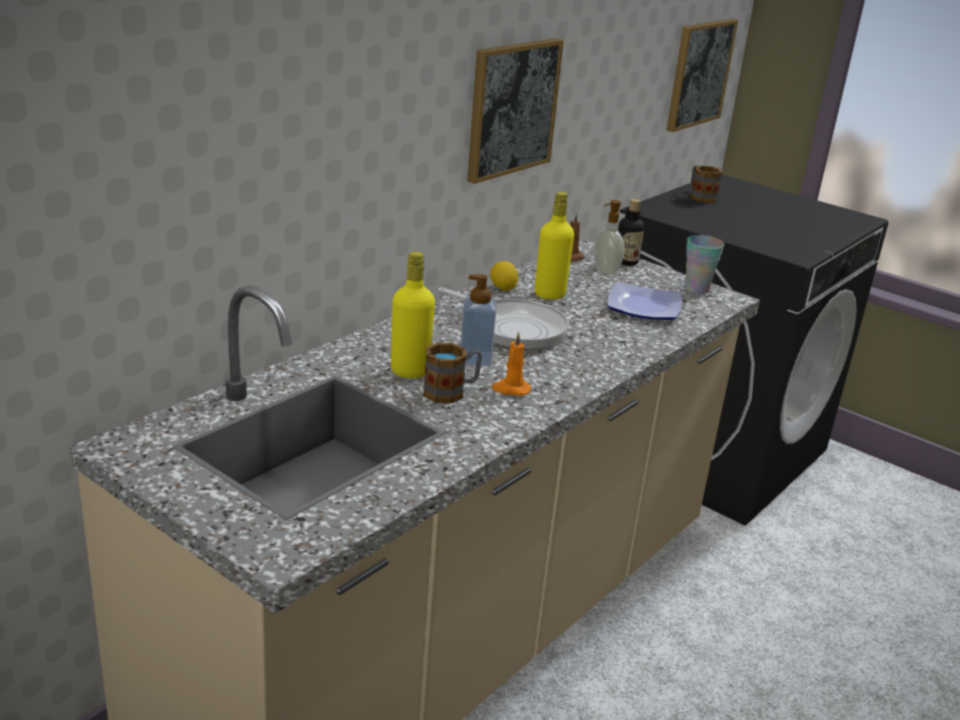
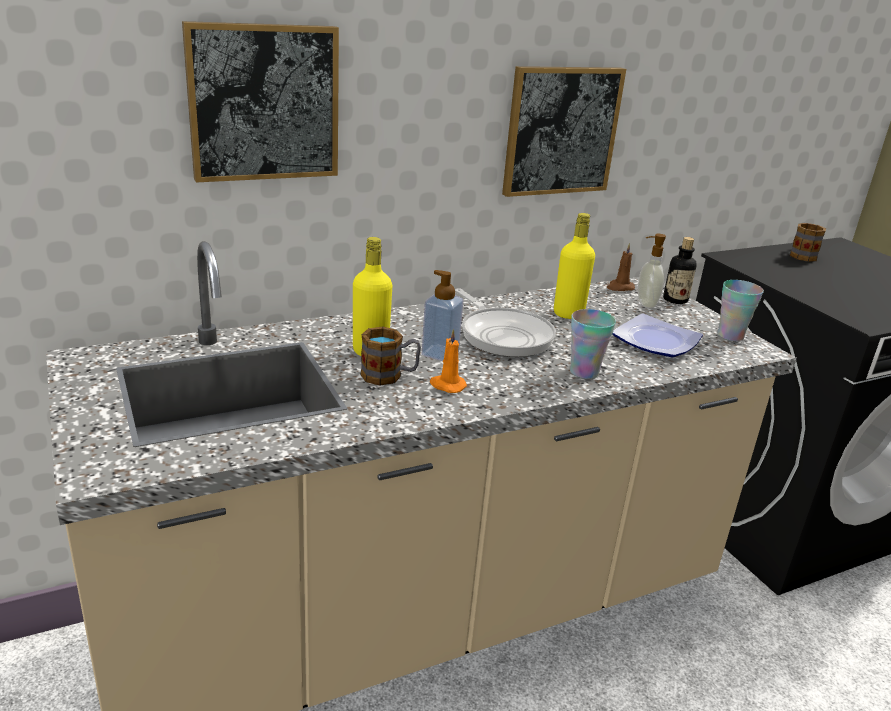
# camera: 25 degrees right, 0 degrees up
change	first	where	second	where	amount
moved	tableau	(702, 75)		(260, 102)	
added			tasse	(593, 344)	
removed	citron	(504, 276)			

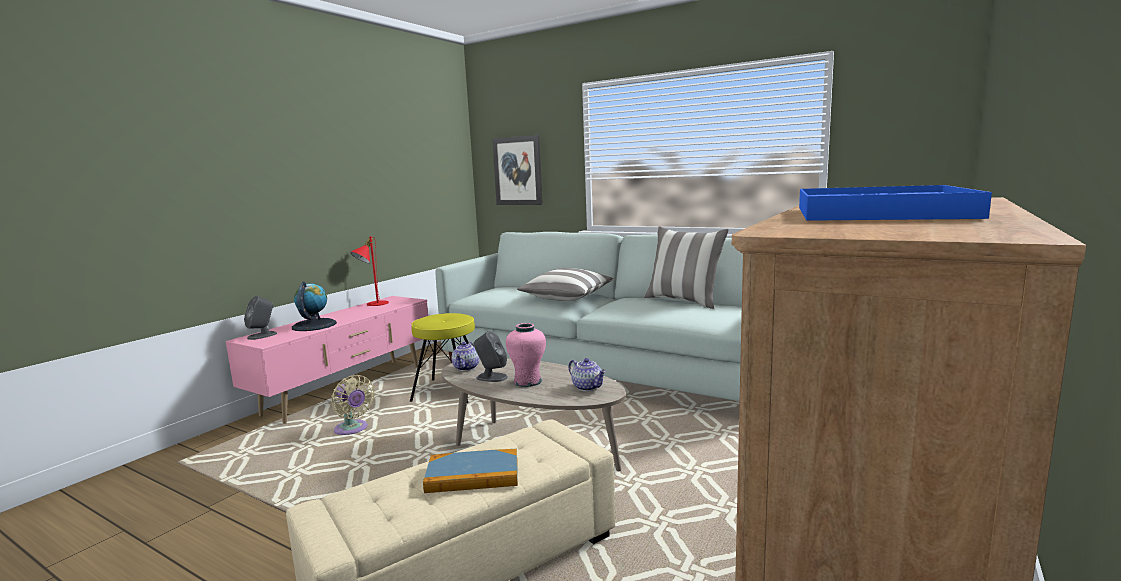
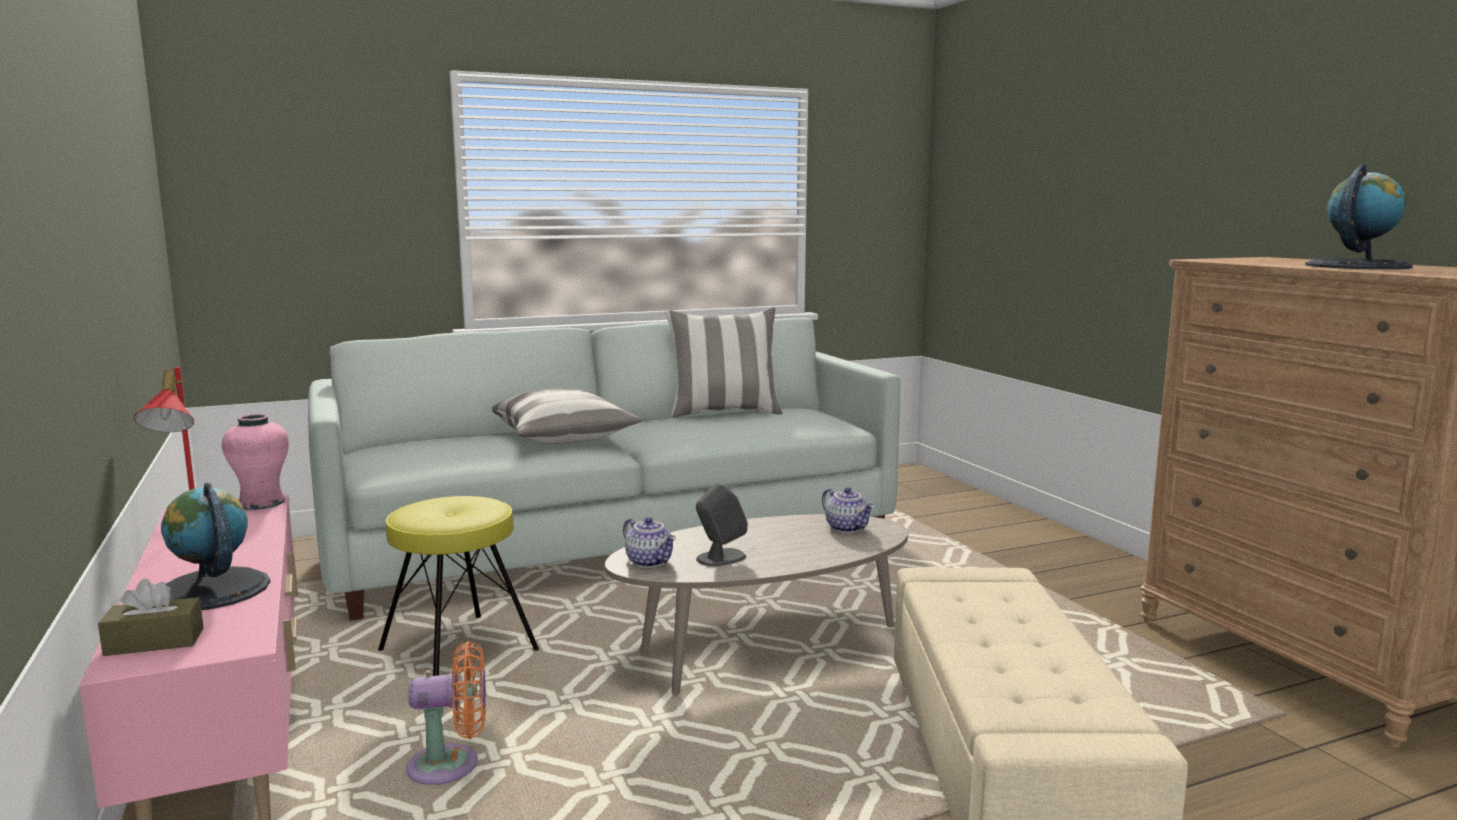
# camera: 55 degrees left, 0 degrees up
change	first	where	second	where	amount
replaced	enceinte (gris)	(260, 318)	boîte à mouchoirs (marron)	(151, 617)	
moved	vase (rose)	(526, 355)		(255, 462)	
recoloured	ventilateur (beige)	(353, 405)	ventilateur (orange)	(446, 713)	
turned	théière	(587, 374)		(848, 510)	60 degrees clockwise
replaced	plateau (bleu)	(895, 203)	globe	(1359, 216)	
removed	livre	(470, 471)			
removed	tableau	(517, 170)			

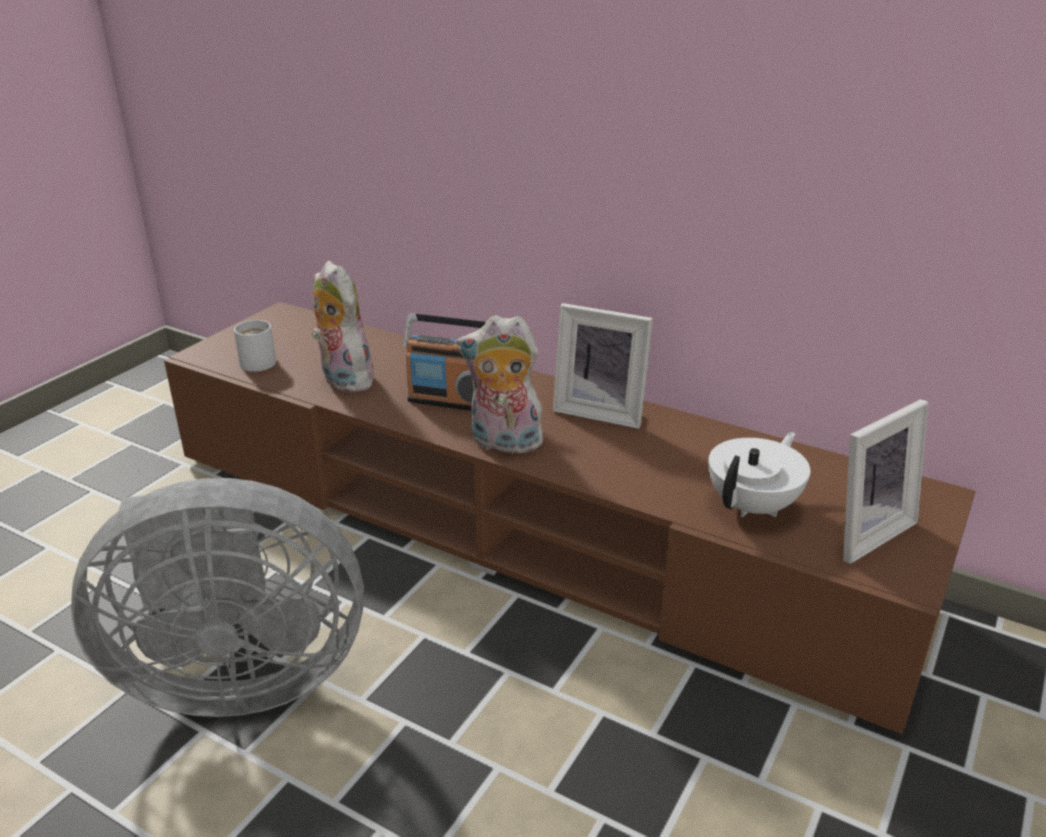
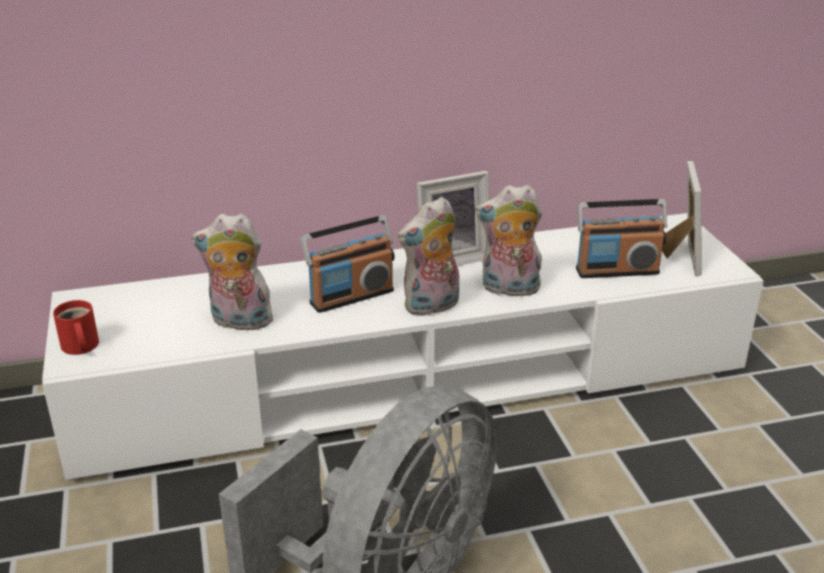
# camera: 45 degrees left, 0 degrees up
change	first	where	second	where	amount
recoloured	meuble télé (marron)	(570, 518)	meuble télé (blanc)	(403, 346)	
added			mug (rouge)	(76, 327)	
added			peluche	(508, 240)	
replaced	théière (blanc)	(759, 474)	radio	(621, 238)	
removed	mug (blanc)	(255, 346)			

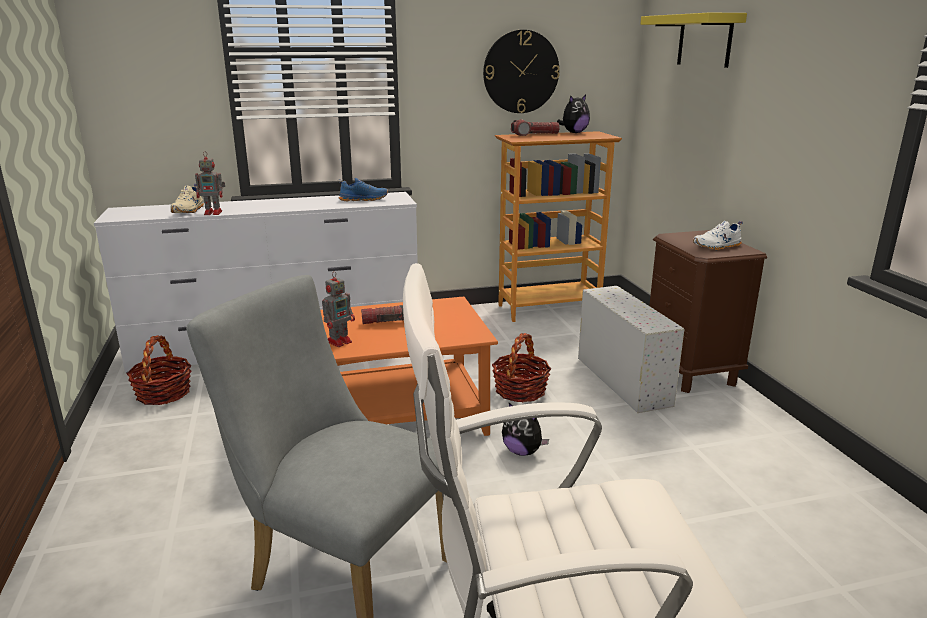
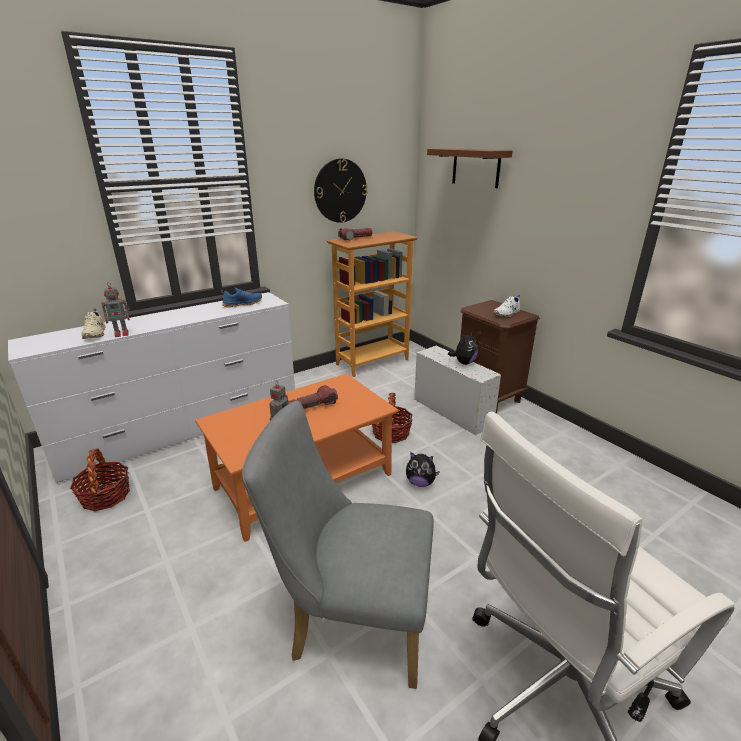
# camera: 20 degrees left, 5 degrees up
change	first	where	second	where	amount
recoloured	étagère (jaune)	(694, 40)	étagère (marron)	(470, 168)	
moved	peluche	(573, 114)		(463, 348)	

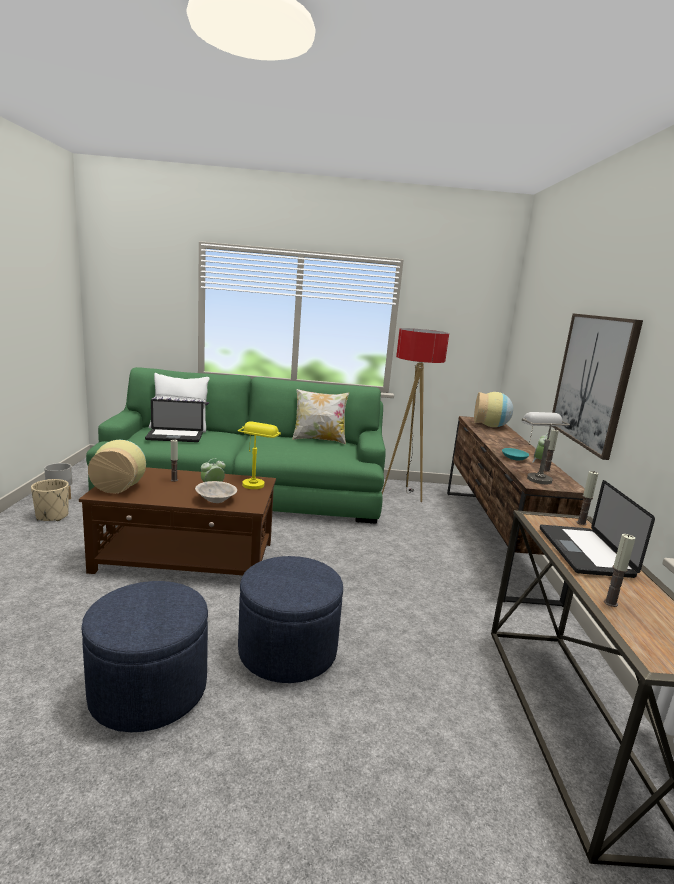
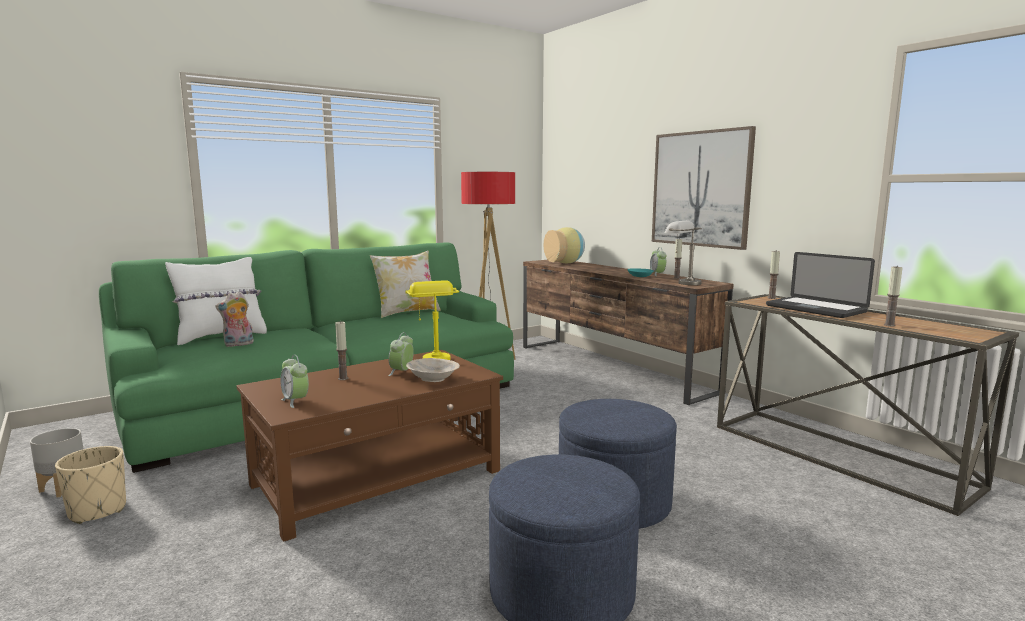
# camera: 35 degrees left, 5 degrees down
change	first	where	second	where	amount
replaced	ordinateur portable	(174, 420)	peluche	(234, 319)	
replaced	vase	(117, 466)	réveil	(295, 381)	

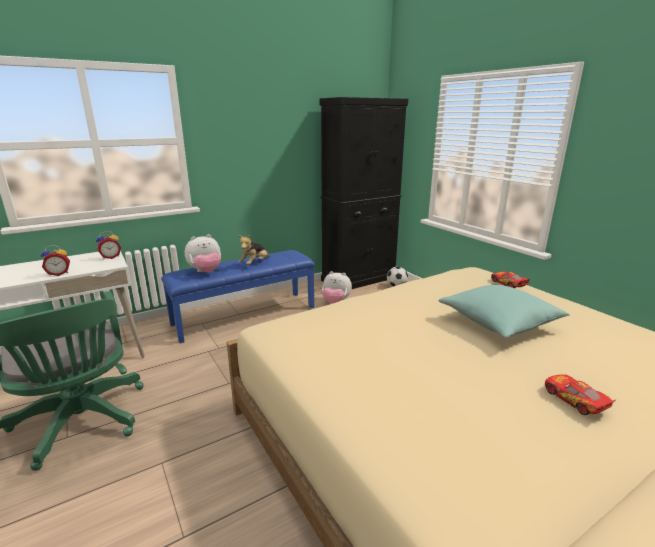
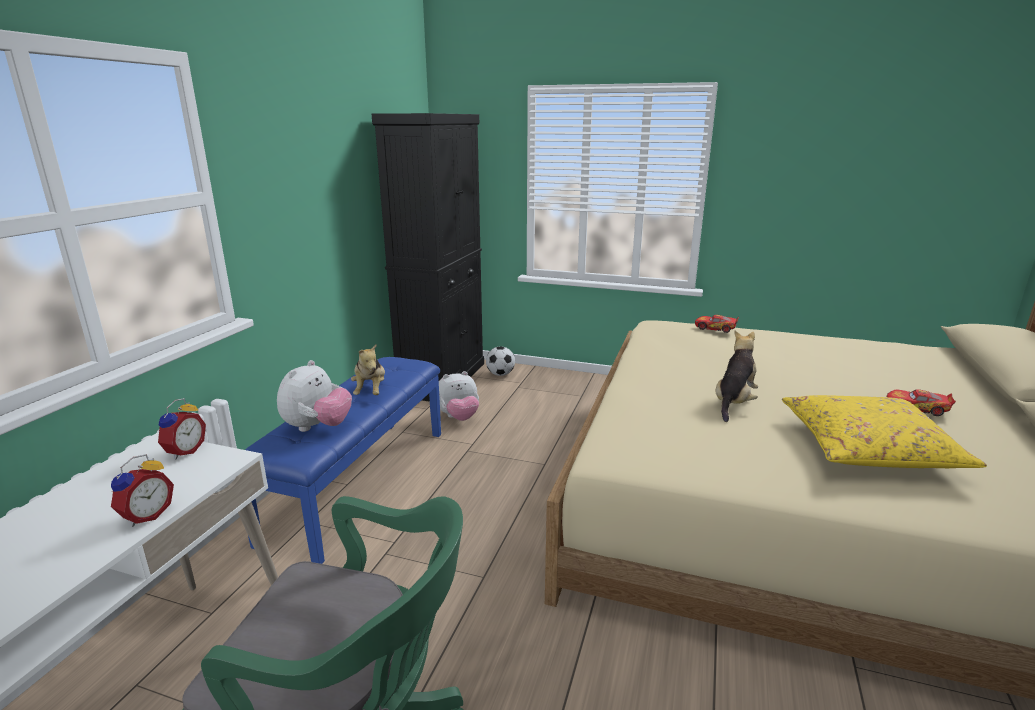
# camera: 40 degrees left, 0 degrees up
change	first	where	second	where	amount
added			peluche	(737, 376)	
added			coussin (jaune)	(884, 431)	
removed	coussin (turquoise)	(504, 311)			

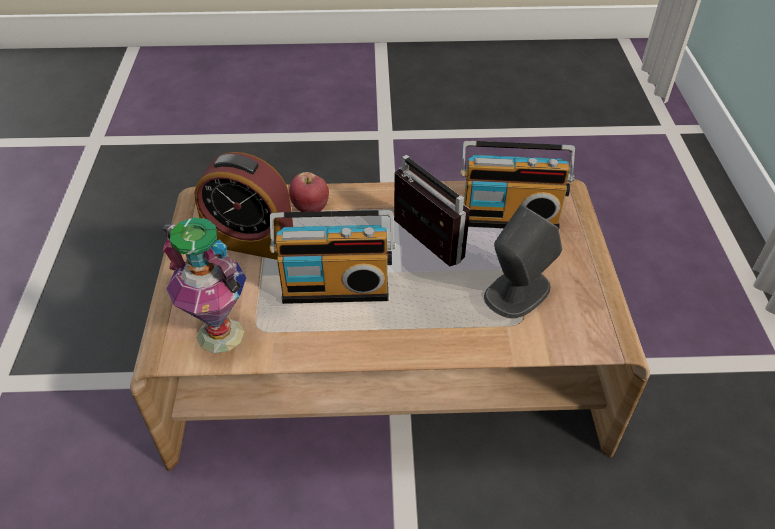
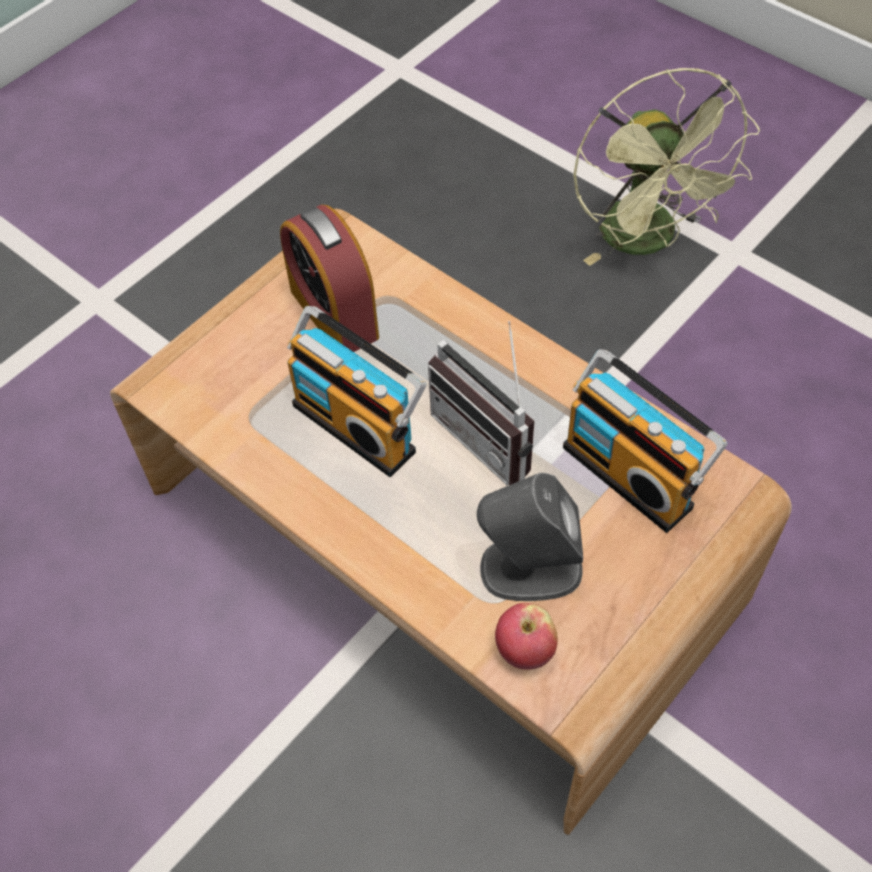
# camera: 45 degrees right, 10 degrees up
change	first	where	second	where	amount
turned	radio	(432, 211)		(481, 403)	135 degrees clockwise
moved	pomme	(309, 192)		(526, 636)	
added			ventilateur (vert)	(666, 167)	
removed	vase	(204, 285)			

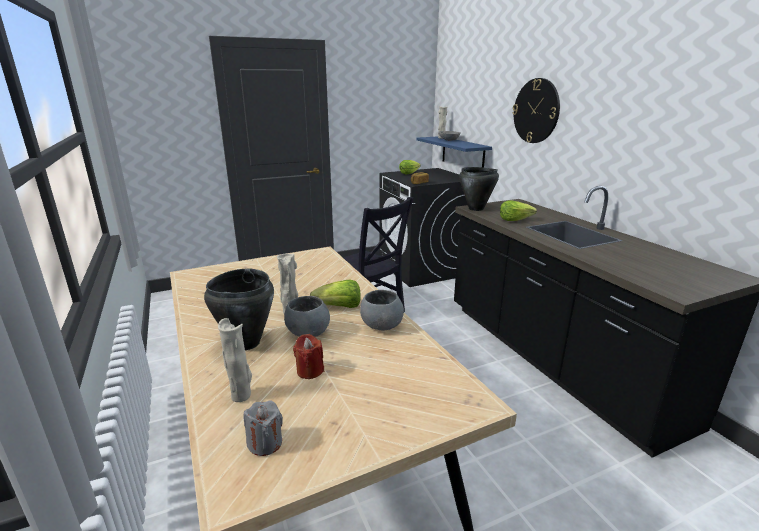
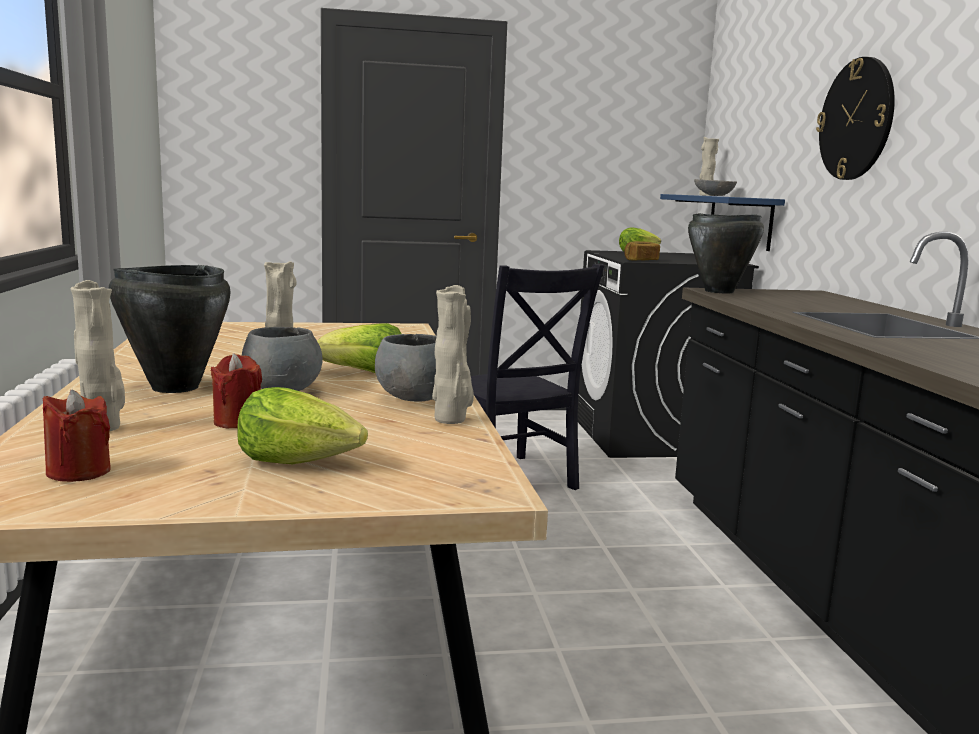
# camera: 15 degrees right, 10 degrees down
change	first	where	second	where	amount
recoloured	bougie (gris)	(263, 428)	bougie (rouge)	(77, 436)	
moved	laitue	(518, 210)		(302, 425)	
added			vase (beige)	(453, 354)	

